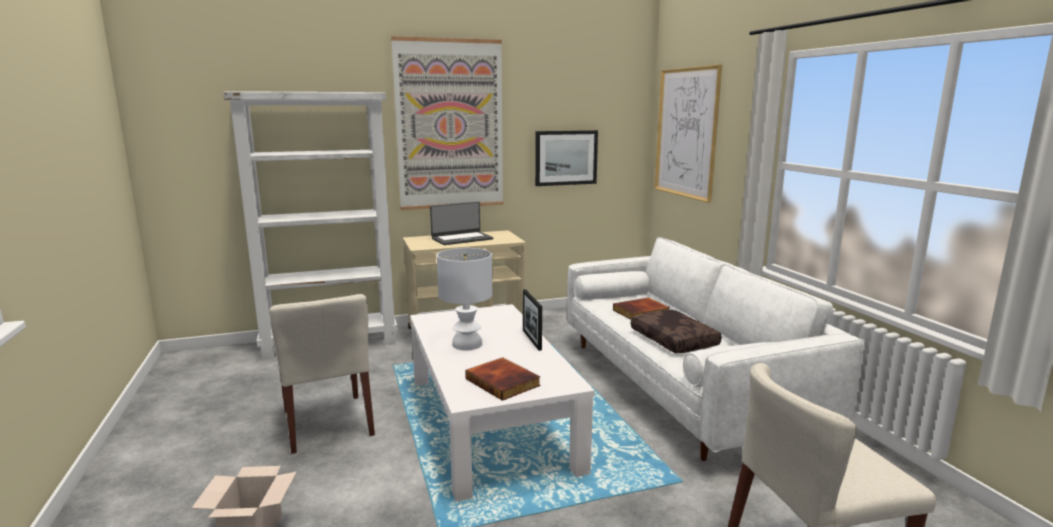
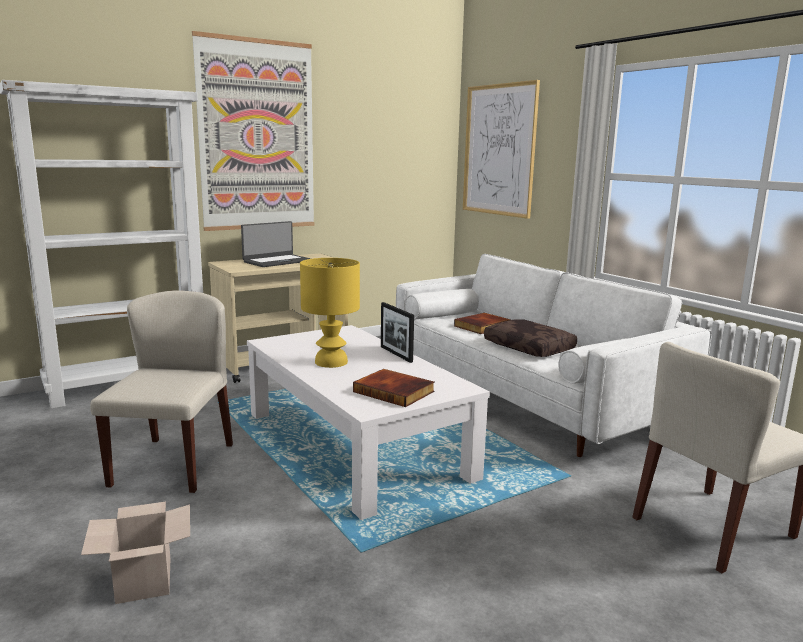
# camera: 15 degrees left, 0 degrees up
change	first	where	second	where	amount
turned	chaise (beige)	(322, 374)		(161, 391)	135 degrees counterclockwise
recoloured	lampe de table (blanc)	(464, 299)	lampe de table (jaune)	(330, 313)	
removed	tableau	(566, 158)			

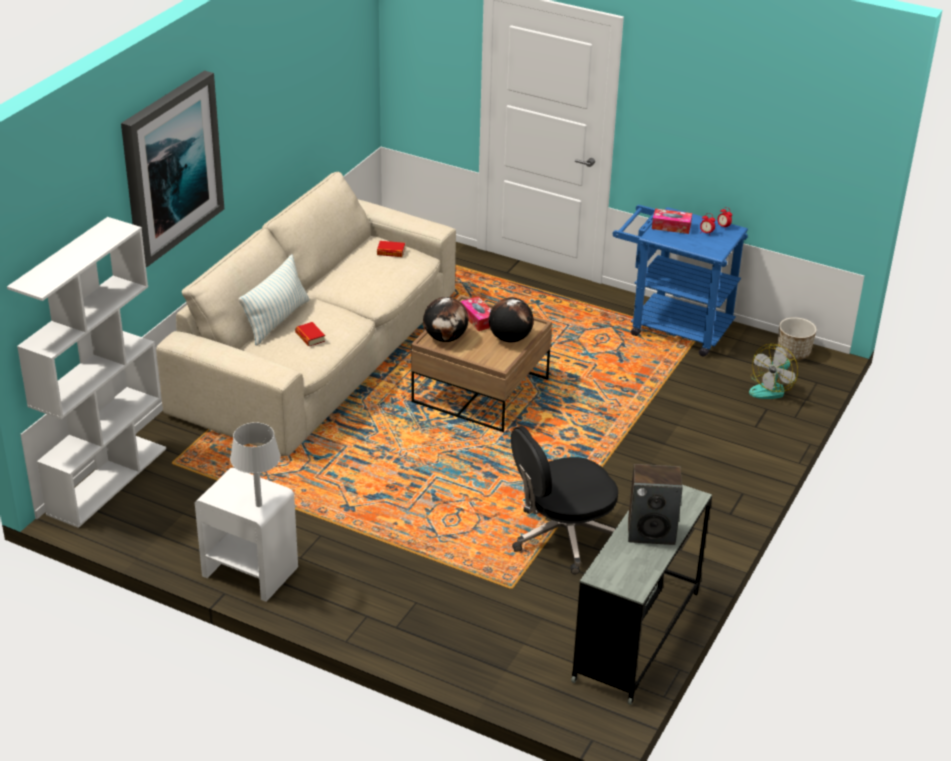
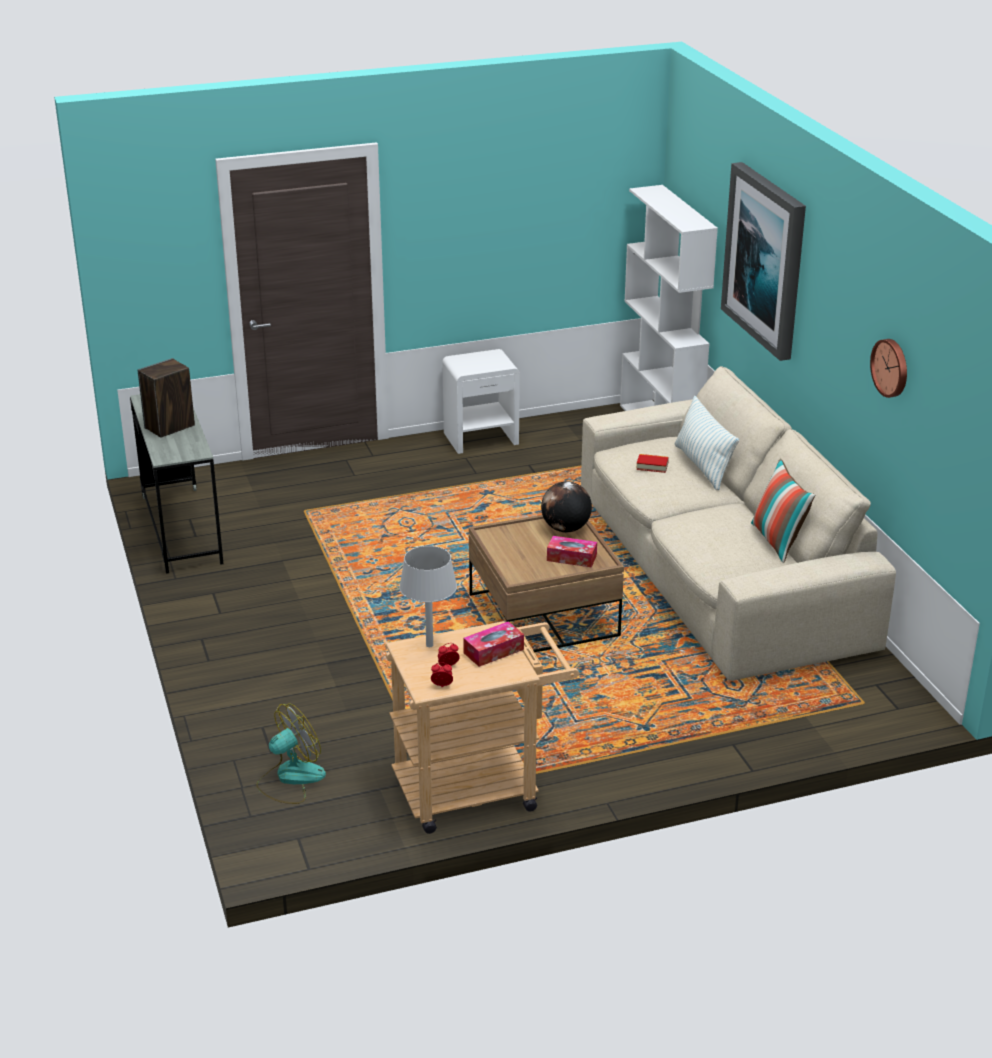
# camera: 135 degrees right, 5 degrees down
change	first	where	second	where	amount
turned	ventilateur	(773, 371)		(291, 754)	60 degrees clockwise
recoloured	chariot (bleu)	(680, 281)	chariot (beige)	(482, 727)	
moved	lampe de table (gris)	(255, 464)		(428, 596)	
added			coussin	(783, 511)	
added			horloge murale	(888, 368)	
removed	livre	(391, 249)			
removed	globe	(511, 320)			
removed	chaise de bureau (noir)	(564, 500)			
removed	cache-pot	(797, 338)			

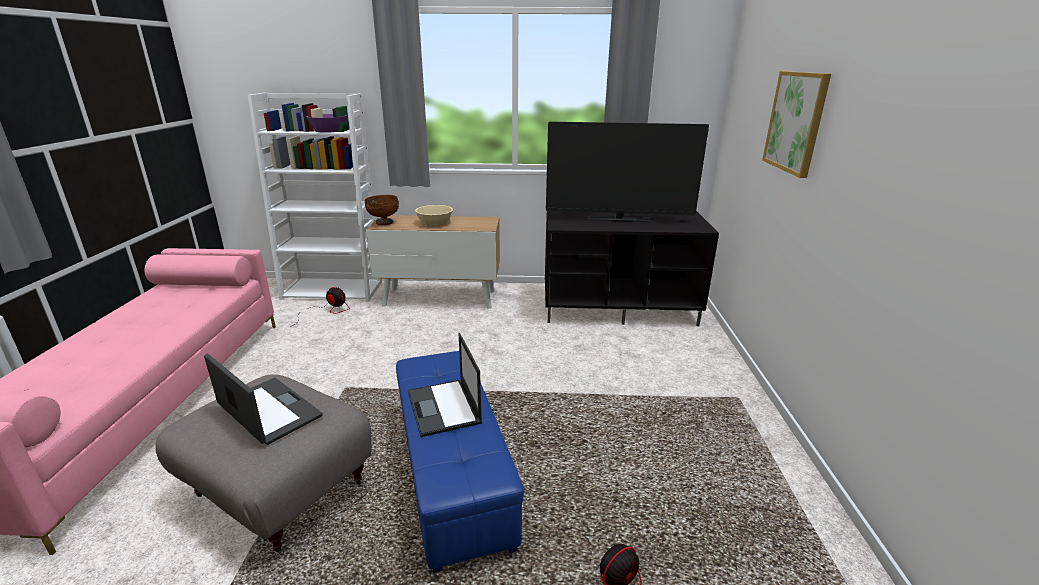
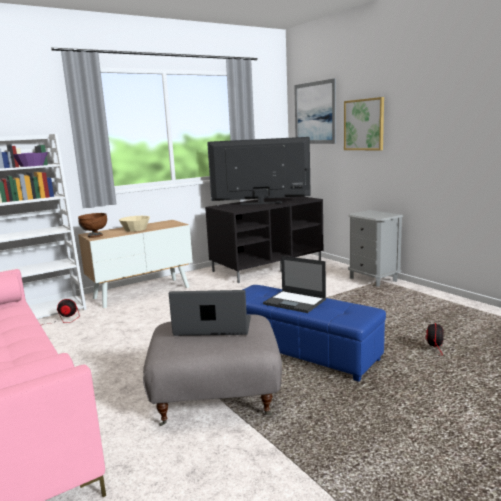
# camera: 35 degrees left, 10 degrees down
change	first	where	second	where	amount
turned	téléviseur	(627, 172)		(259, 171)	150 degrees counterclockwise
added			tableau	(315, 111)	
added			table de chevet (gris)	(375, 248)	

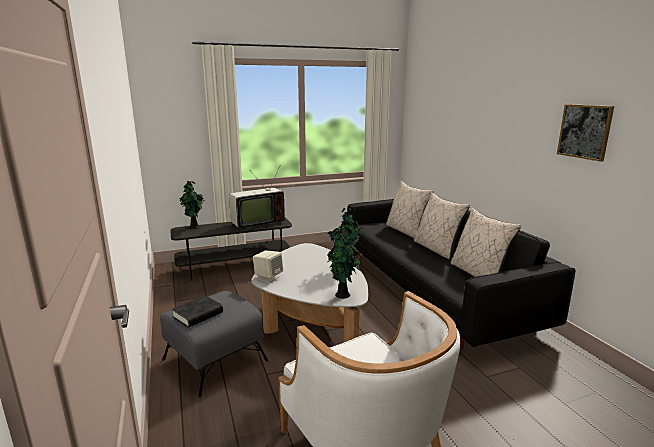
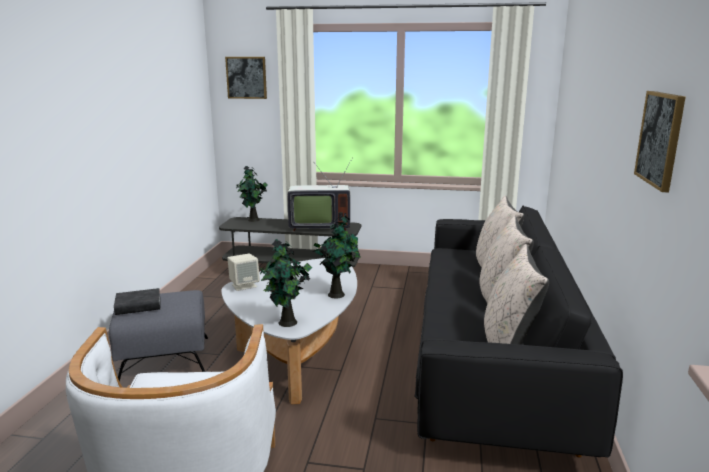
# camera: 30 degrees right, 0 degrees up
change	first	where	second	where	amount
added			tableau	(246, 78)	

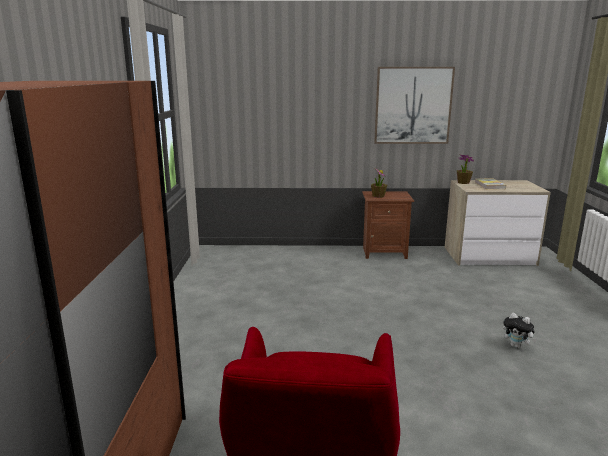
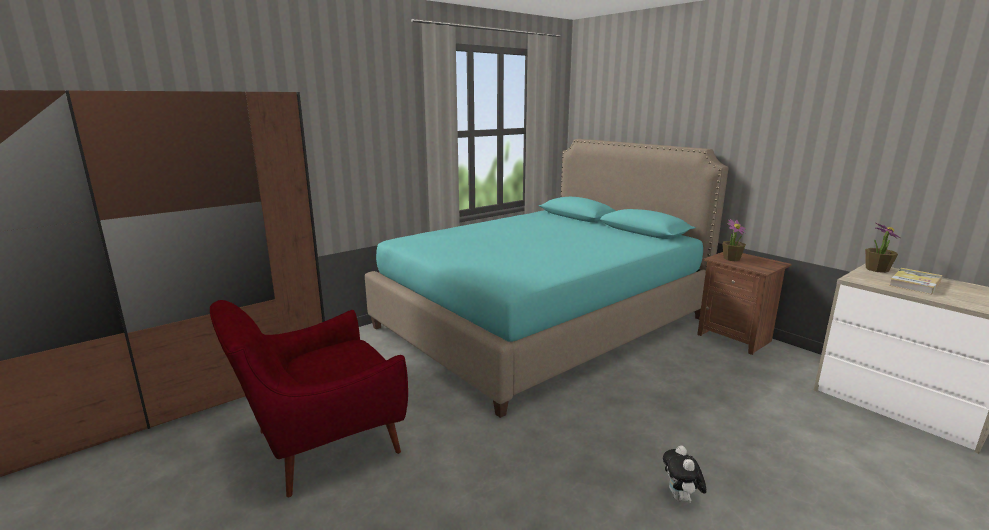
# camera: 50 degrees right, 0 degrees up
change	first	where	second	where	amount
added			lit (turquoise)	(546, 278)	
removed	tableau	(414, 105)			

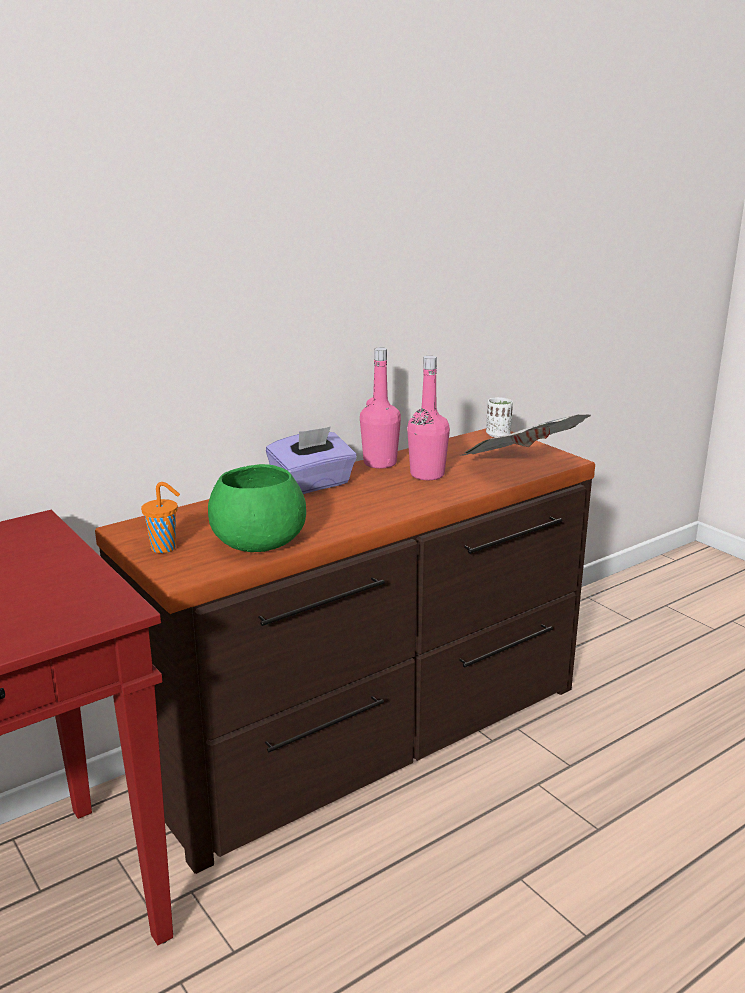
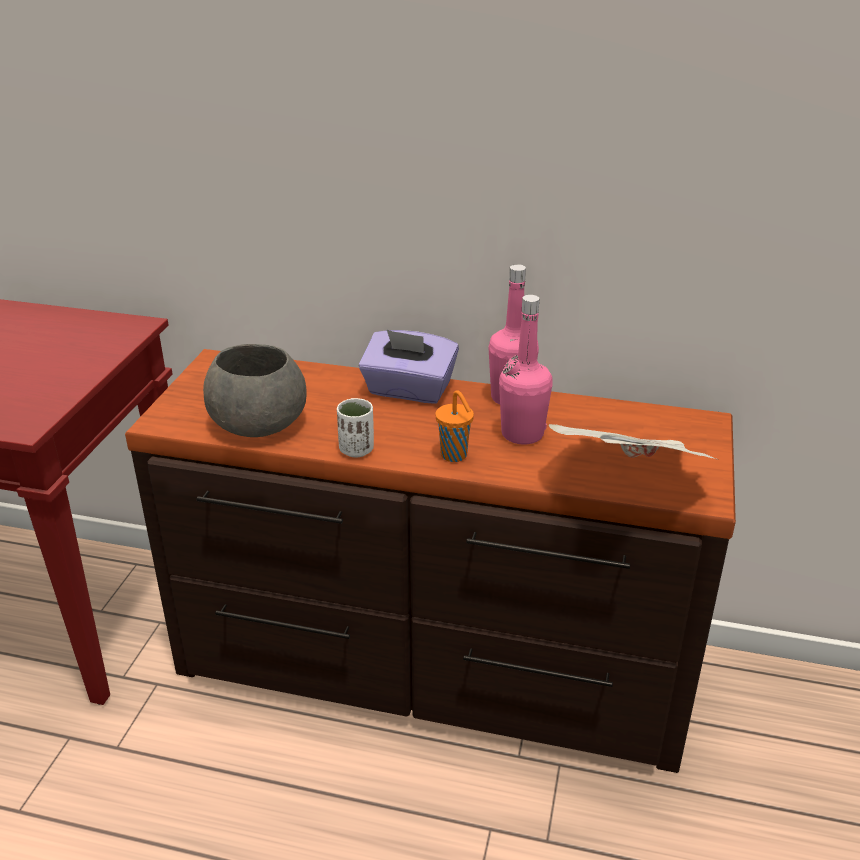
# camera: 50 degrees right, 10 degrees up
change	first	where	second	where	amount
recoloured	bol (vert)	(257, 508)	bol (gris)	(255, 390)	
moved	tasse (blanc)	(499, 417)		(355, 428)	
moved	tasse (orange)	(160, 517)		(455, 426)	

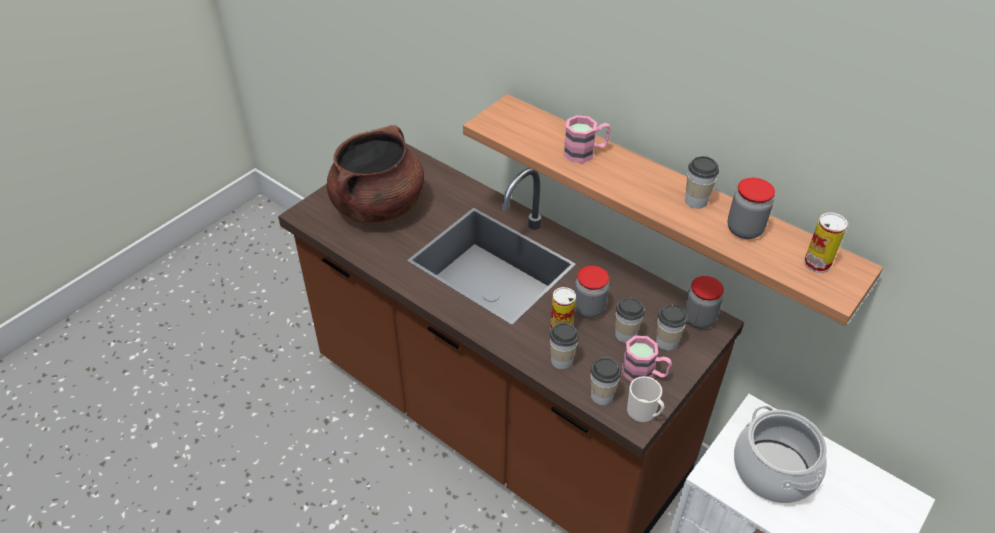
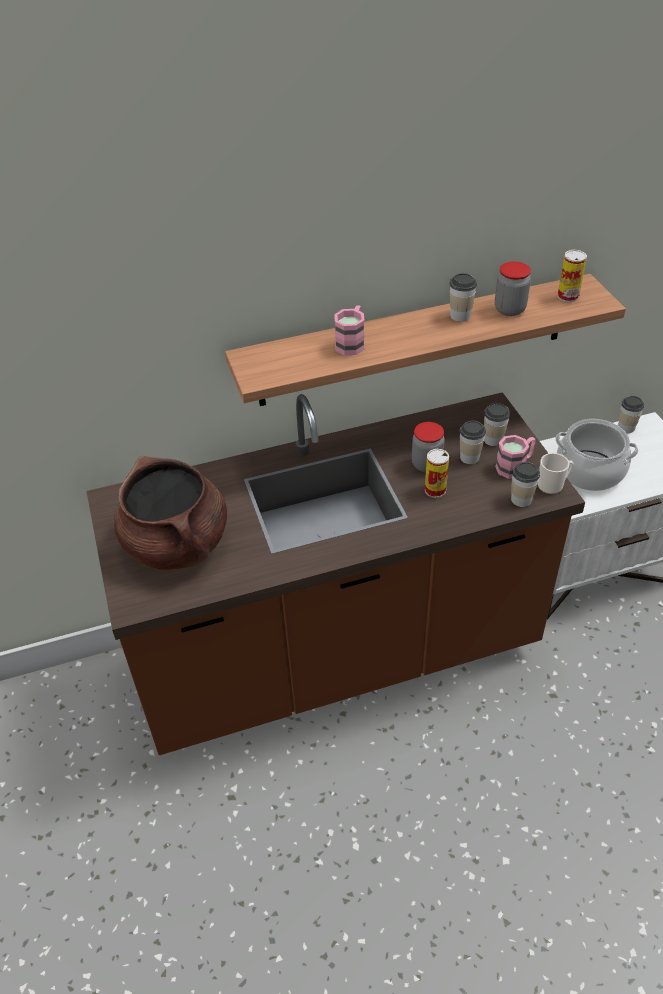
# camera: 55 degrees left, 0 degrees up
change	first	where	second	where	amount
moved	tasse	(564, 346)		(631, 414)	
removed	bocal	(704, 302)			

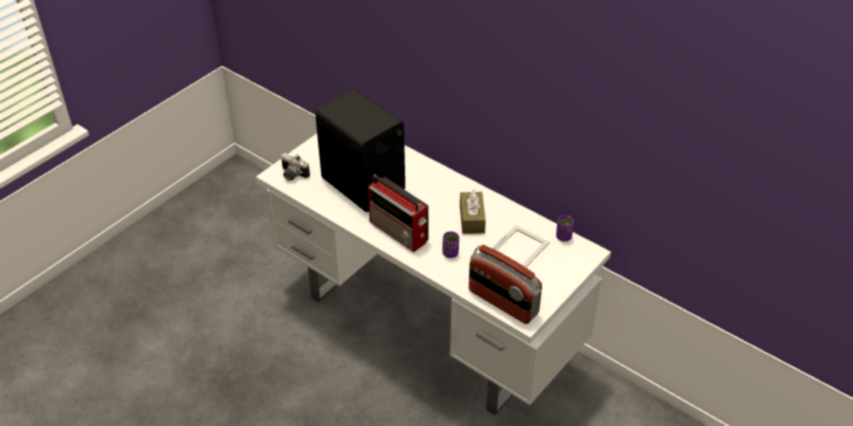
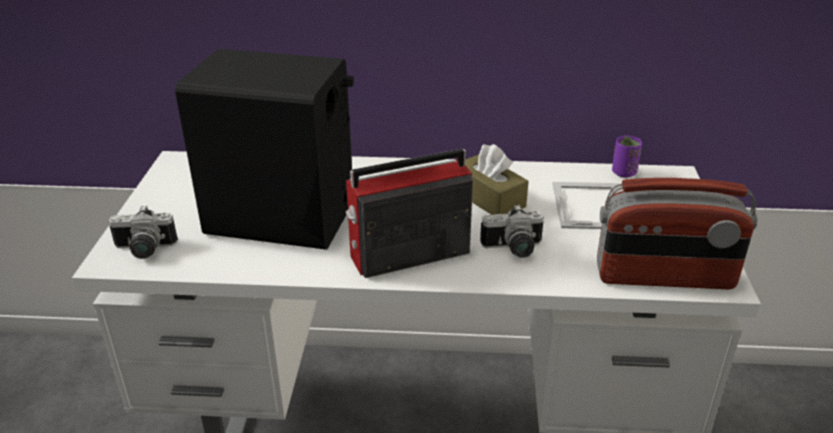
# camera: 35 degrees left, 10 degrees down
change	first	where	second	where	amount
turned	radio	(398, 213)		(409, 213)	150 degrees clockwise
replaced	tasse (violet)	(450, 244)	appareil photo	(512, 231)	

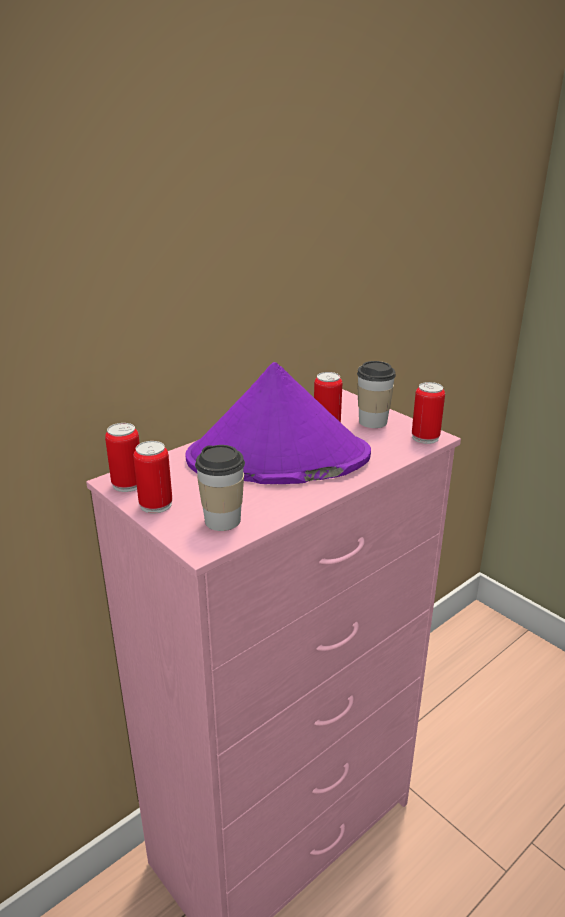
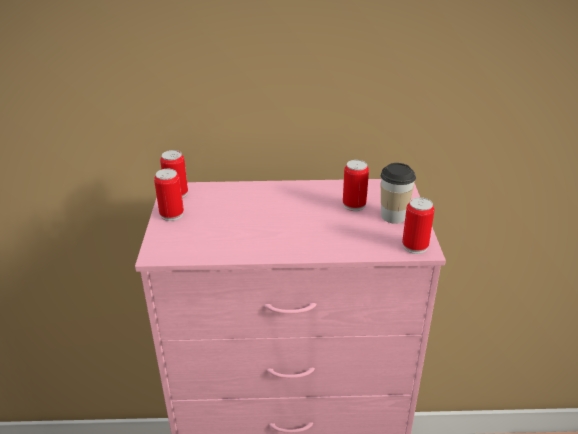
# camera: 40 degrees right, 5 degrees up
change	first	where	second	where	amount
removed	chapeau (violet)	(278, 423)			
removed	tasse	(220, 488)			

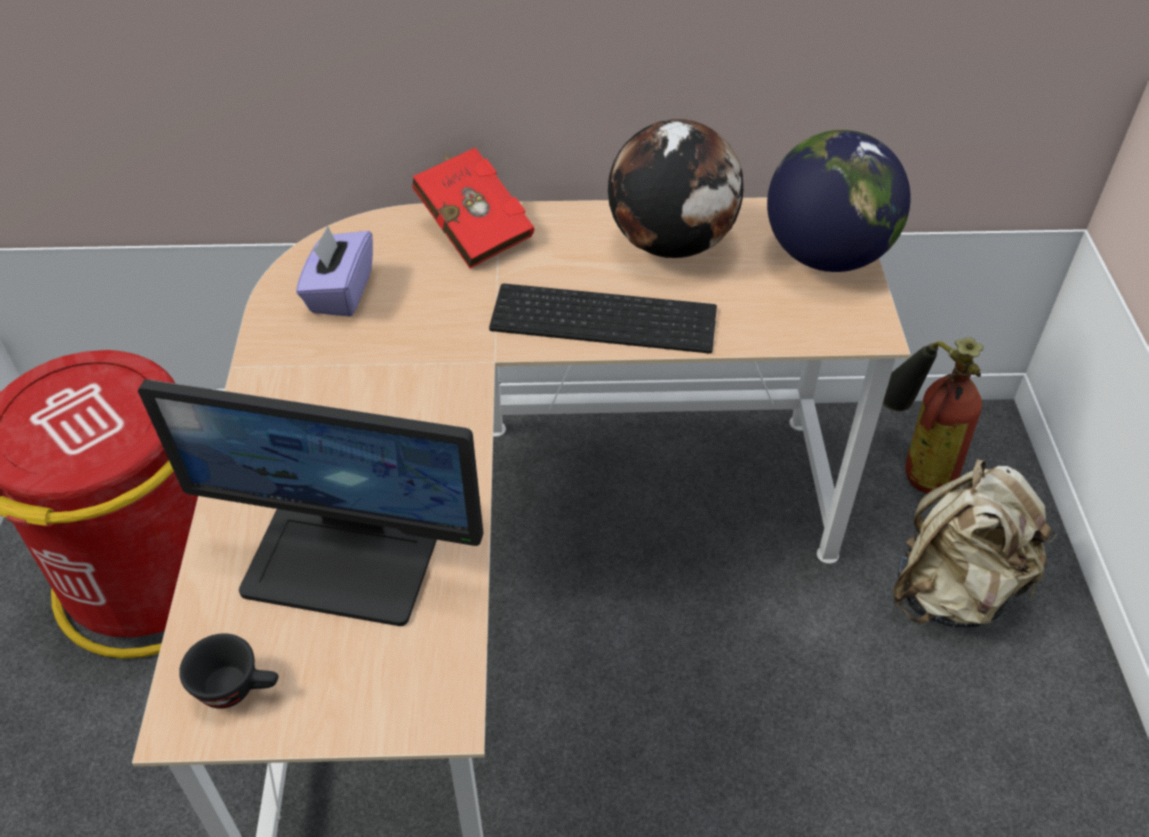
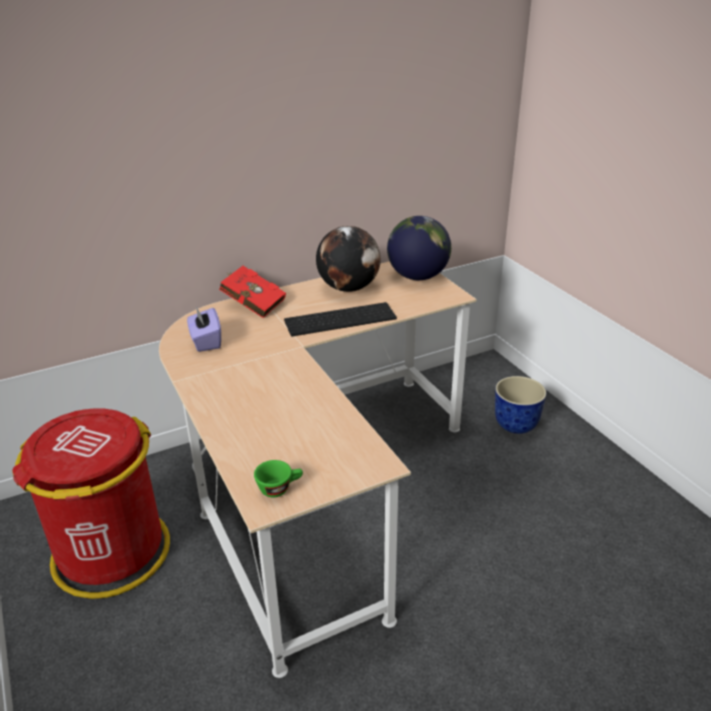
# camera: 25 degrees left, 15 degrees down
change	first	where	second	where	amount
recoloured	tasse (noir)	(228, 671)	tasse (vert)	(278, 478)	
replaced	sac à dos (beige)	(975, 543)	cache-pot	(520, 405)	
removed	écran d'ordinateur	(310, 502)			
removed	extincteur	(933, 415)			

